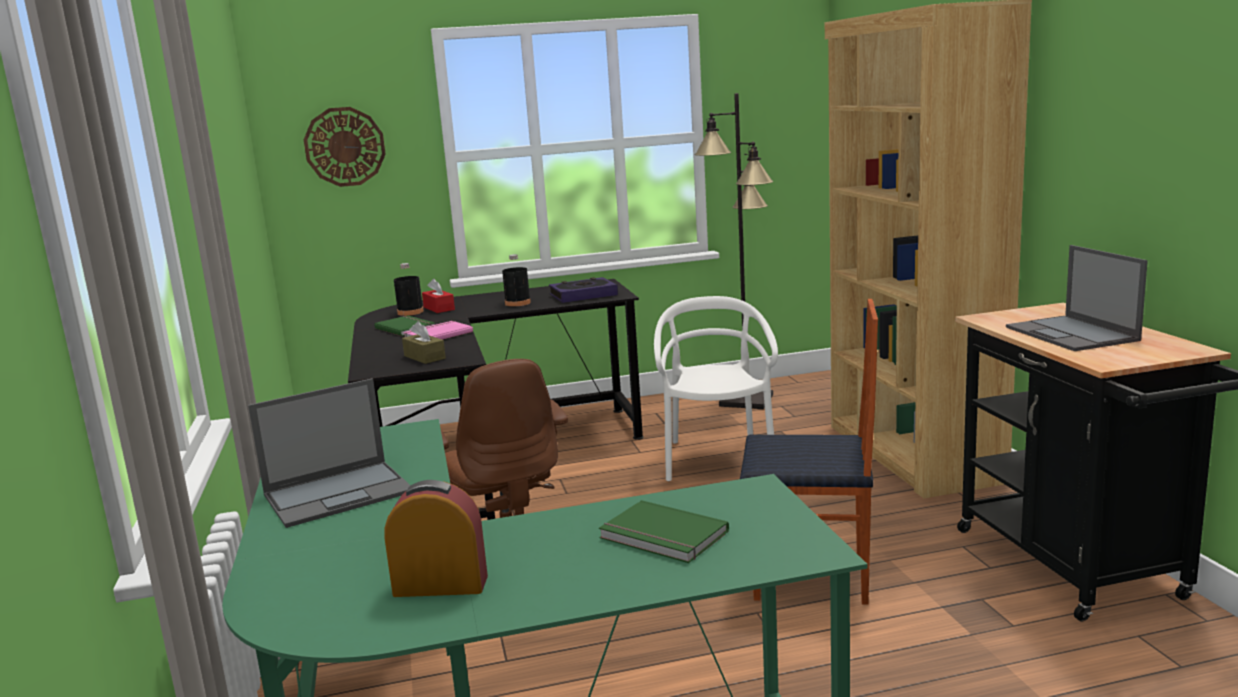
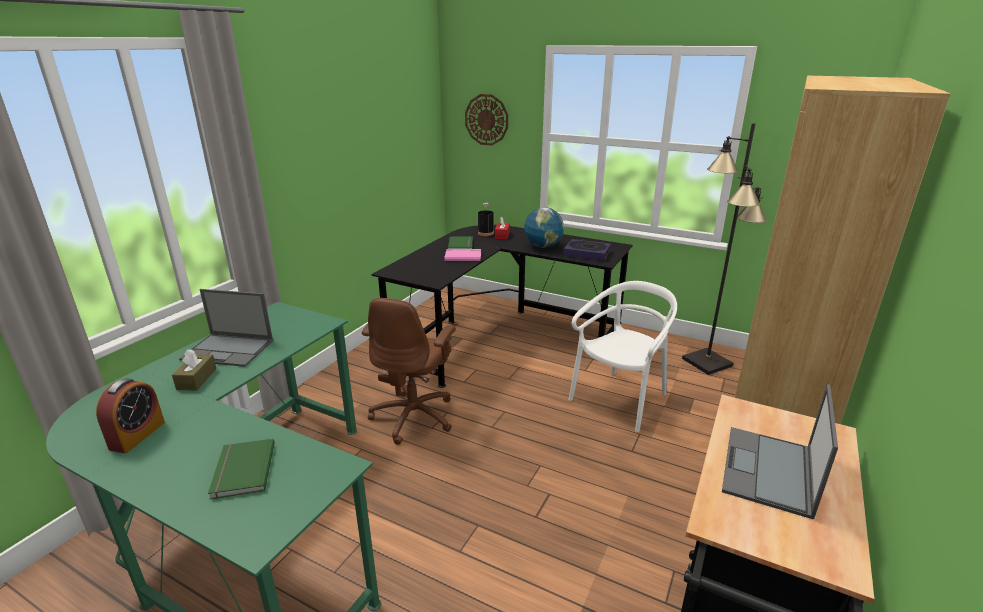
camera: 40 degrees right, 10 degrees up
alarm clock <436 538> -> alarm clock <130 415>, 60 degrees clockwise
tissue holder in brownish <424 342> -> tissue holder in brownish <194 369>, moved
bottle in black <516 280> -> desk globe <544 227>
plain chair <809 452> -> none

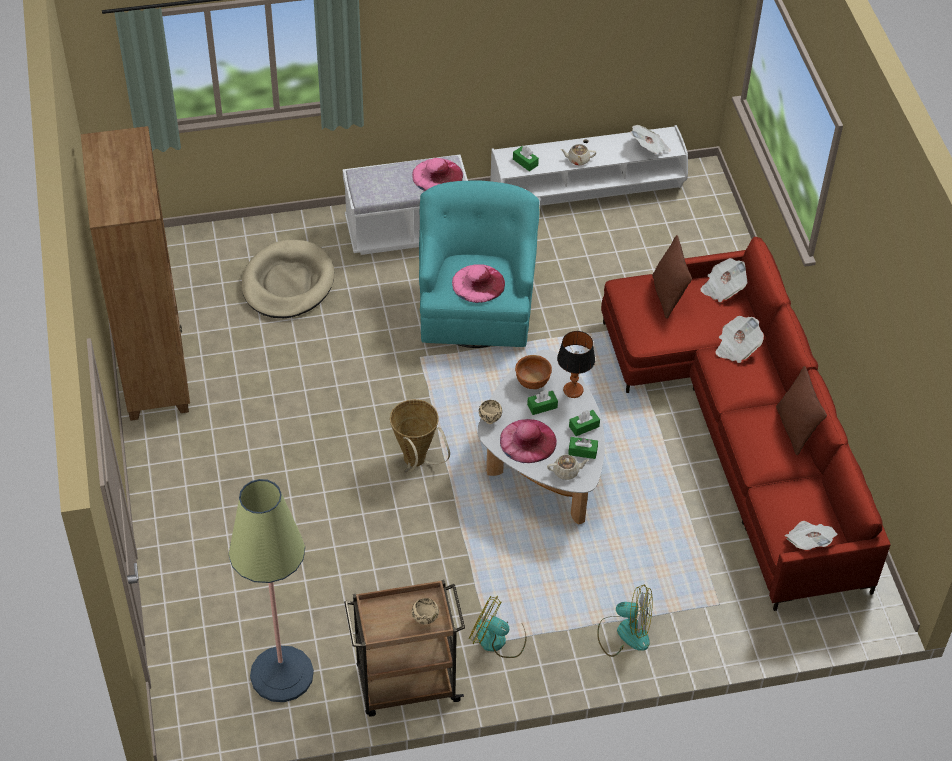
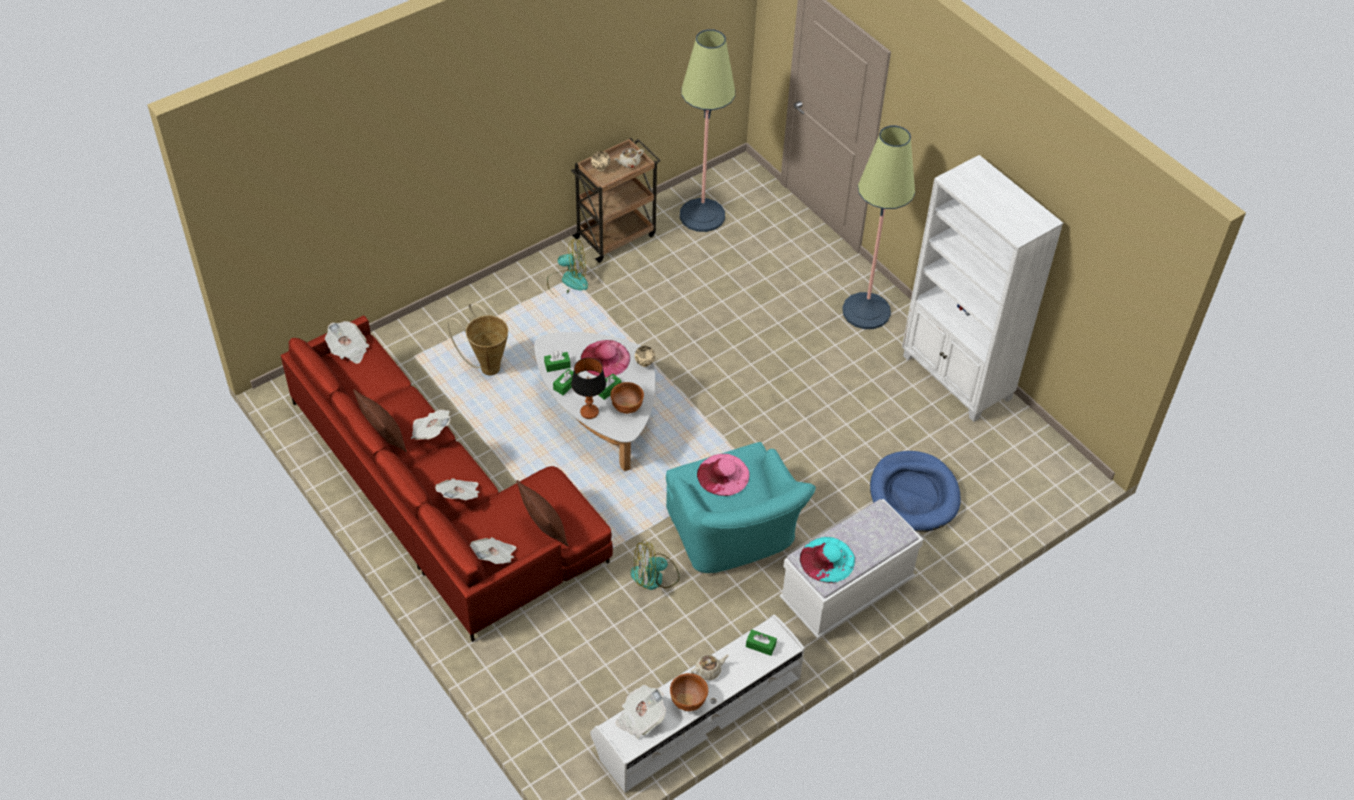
camera: 155 degrees right, 0 degrees up
bookcase in brownish <135 273> -> bookcase in white-coloured <982 288>
dog bed in beige <288 278> -> dog bed in blue-coloured <915 491>
basket <420 436> -> basket <478 339>, moved
wearable hat in pink <437 174> -> wearable hat in blue-green <827 560>
teapot in beige <568 467> -> teapot in beige <629 158>, moved
cooling fan <625 621> -> cooling fan <655 565>, moved
none -> daily paper <430 424>
none -> deep dish in brownish <689 692>
none -> standard lamp <878 227>

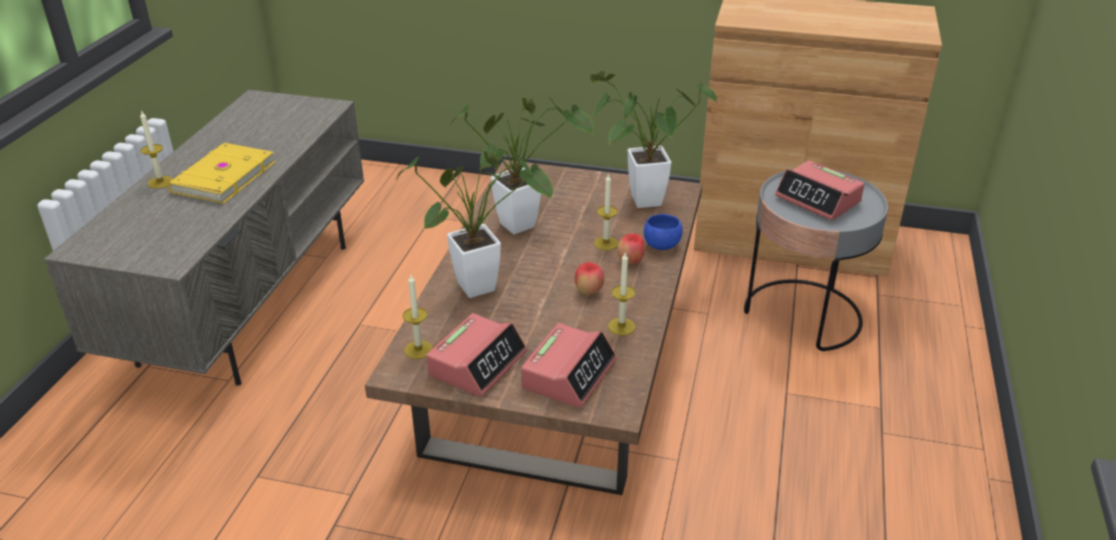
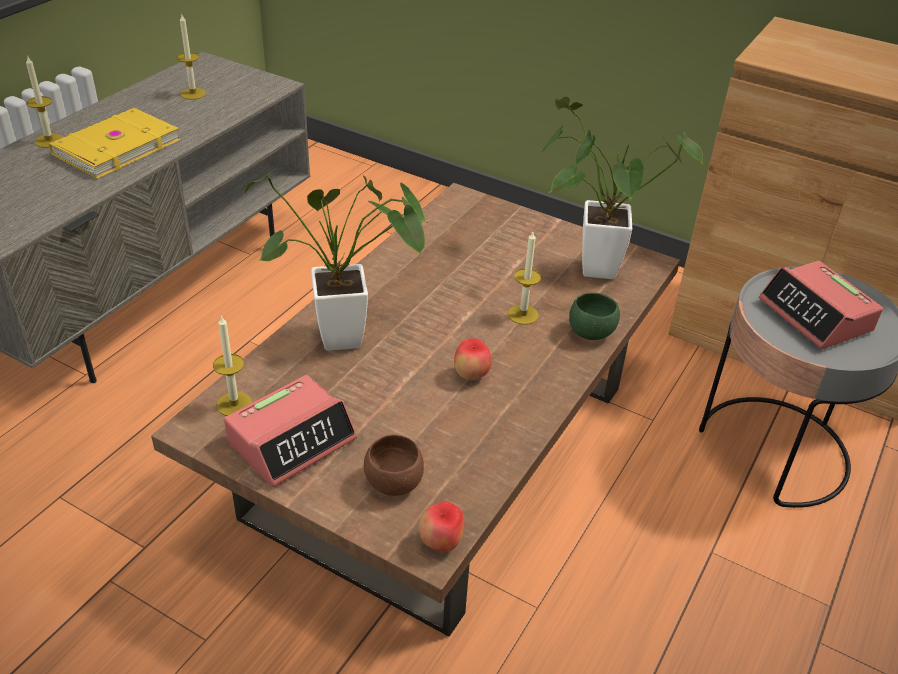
camera: 15 degrees right, 5 degrees up
houseplant <521 165> -> none
alarm clock <569 365> -> deep dish in brownish <394 465>
wax candle <622 294> -> wax candle <191 57>, moved
whole apple <631 248> -> whole apple <441 527>, moved
deep dish in blue-coloured <663 232> -> deep dish in green <594 316>

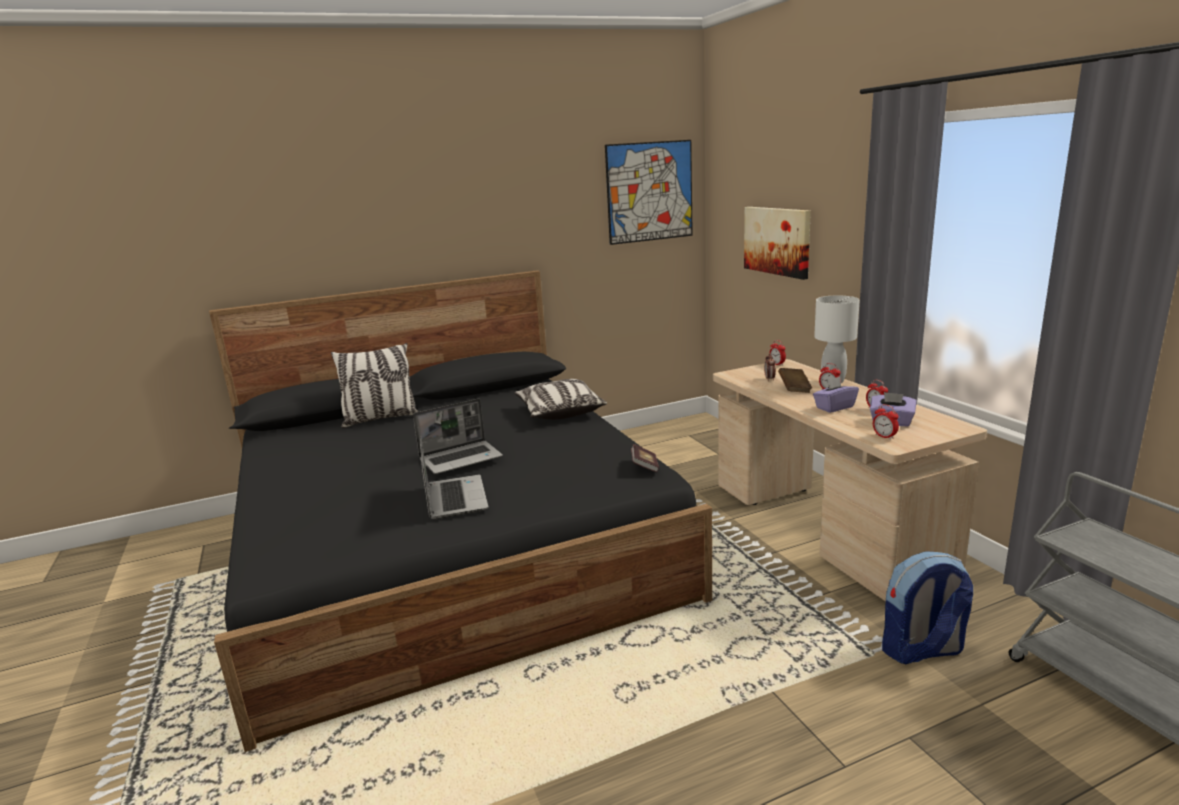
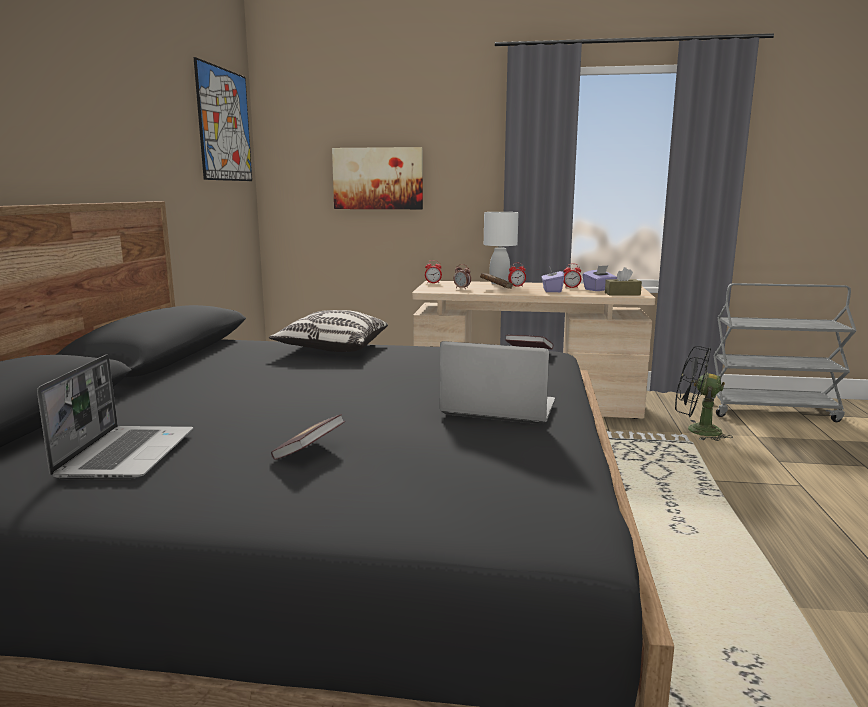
camera: 60 degrees left, 5 degrees down
pillow <375 385> -> none
laptop <458 436> -> laptop <115 416>, moved
alarm clock <886 422> -> tissue holder in brownish <623 281>
rucksack <927 607> -> cooling fan in black <704 393>
none -> bound book <308 437>

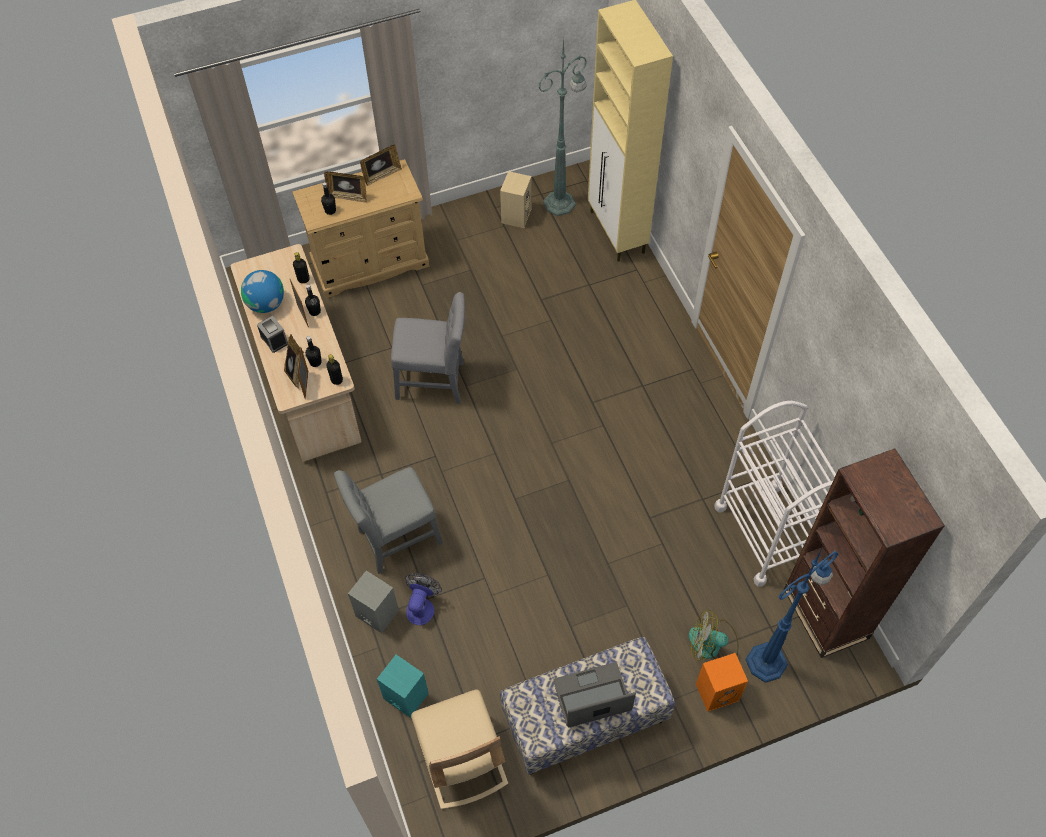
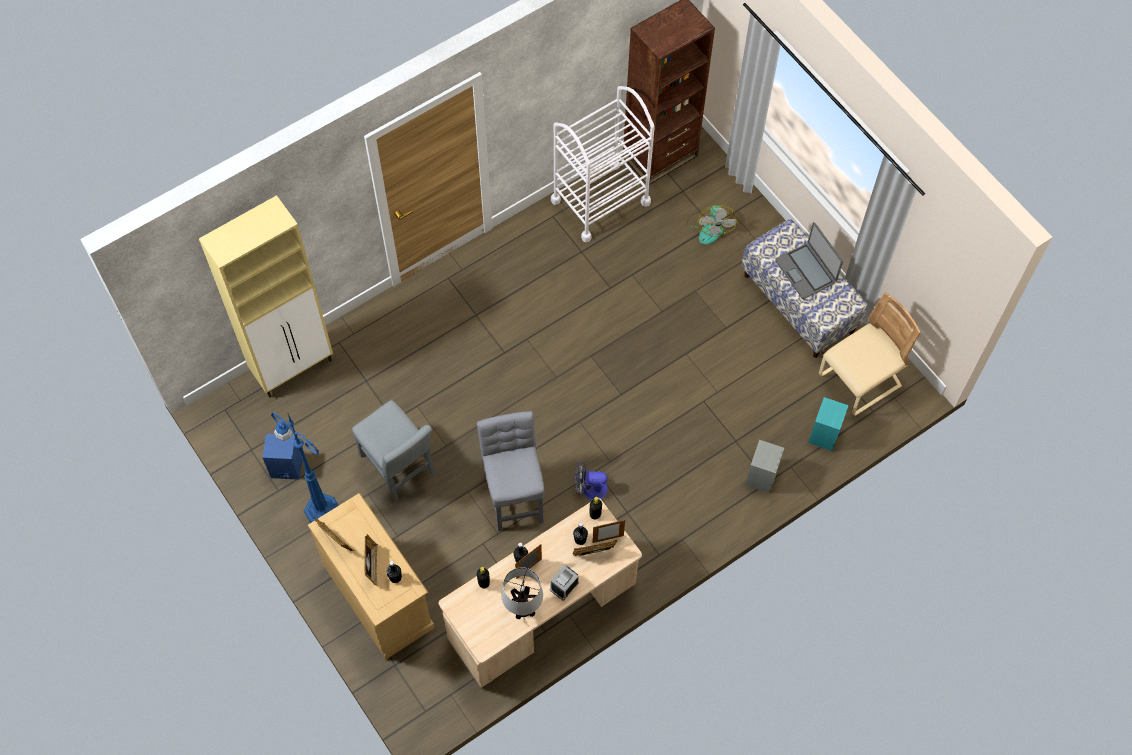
camera: 105 degrees left, 5 degrees up
desk globe <262 291> -> table lamp <522 593>
plain chair in gray <388 520> -> plain chair in gray <393 451>, moved
cooling fan <423 599> -> cooling fan <591 480>, moved
loudspeaker in beige <516 199> -> loudspeaker in blue-coloured <282 457>
standard lamp in green <562 127> -> none
loudspeaker in orange <722 682> -> none
standard lamp in blue-coloured <791 617> -> standard lamp in blue-coloured <305 467>, moved

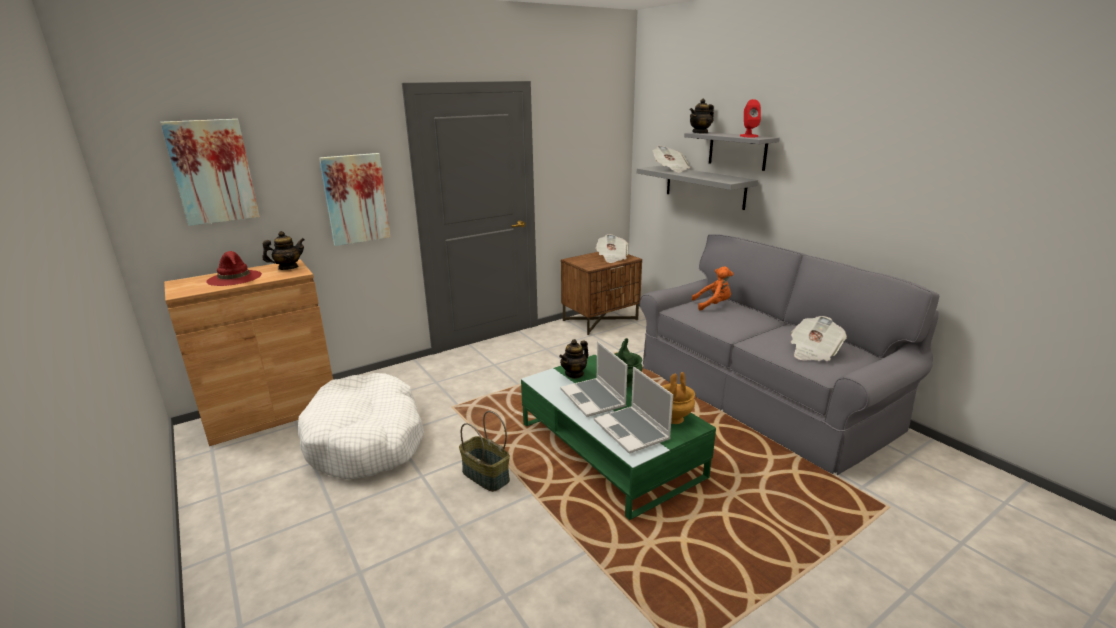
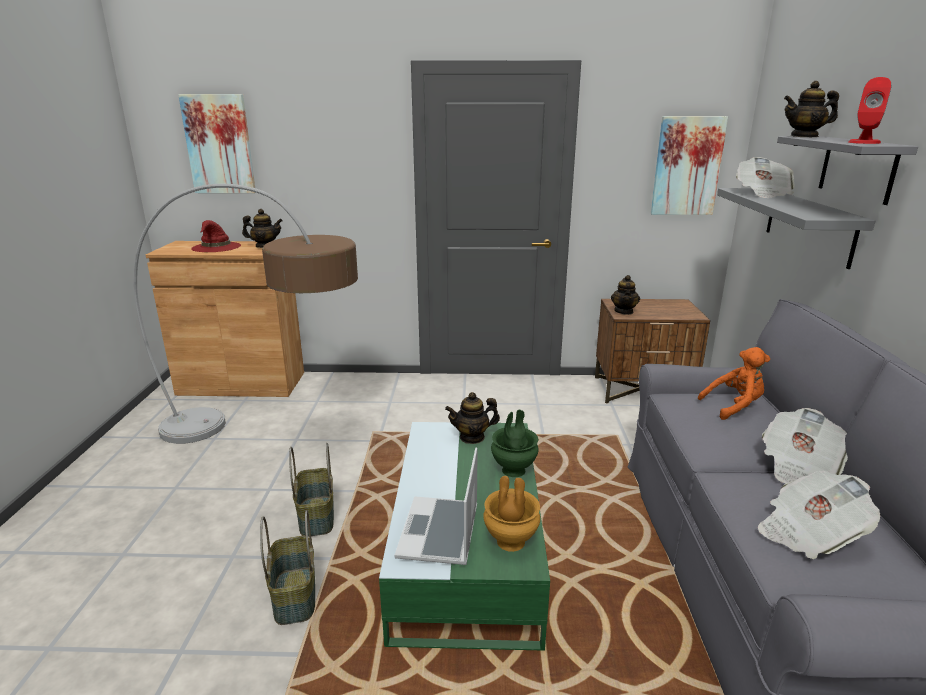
camera: 35 degrees right, 0 degrees up
dog bed in white-coloured <361 426> -> standard lamp <245 314>
picture <354 199> -> picture <689 165>, moved
laptop <593 379> -> none
daily paper <612 248> -> daily paper <805 445>, moved
cuddly toy in orange <712 288> -> cuddly toy in orange <734 383>, 45 degrees counterclockwise
none -> basket <287 567>
none -> teapot <625 295>

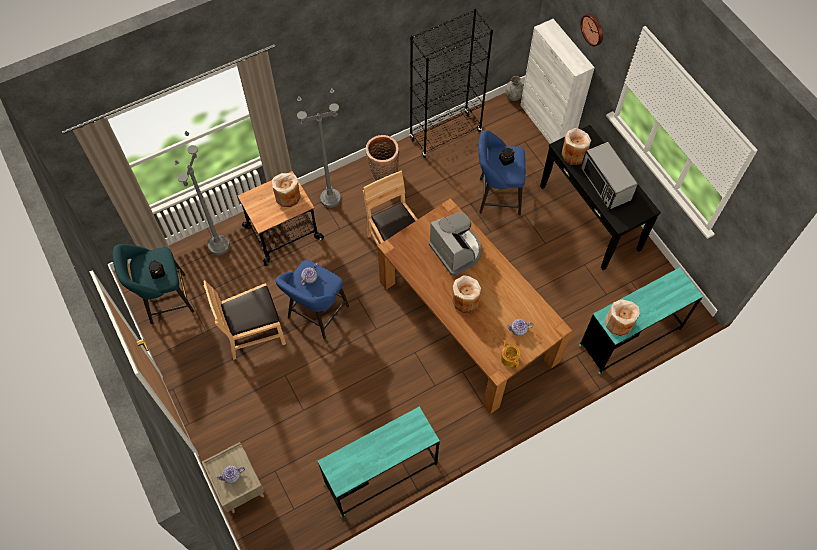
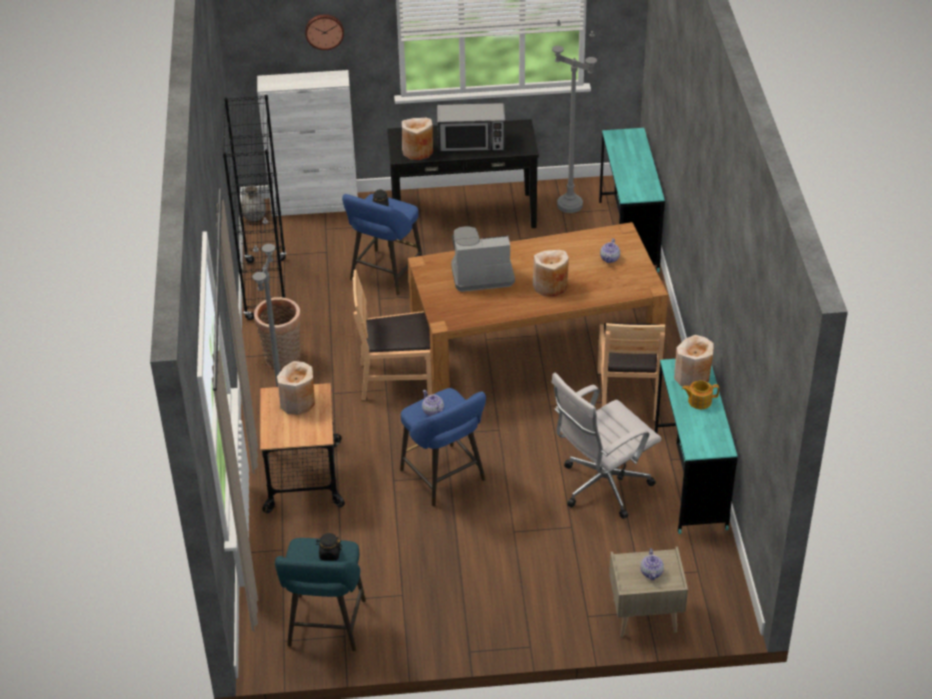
camera: 65 degrees left, 20 degrees down
standard lamp in gray <202 193> -> standard lamp in gray <574 116>, moved
plain chair in brownish <244 320> -> plain chair in brownish <631 372>, moved
teapot <510 354> -> teapot <700 394>, moved
flower vase in beige <622 317> -> flower vase in beige <694 361>, moved
none -> computer chair in white-coloured <606 445>

